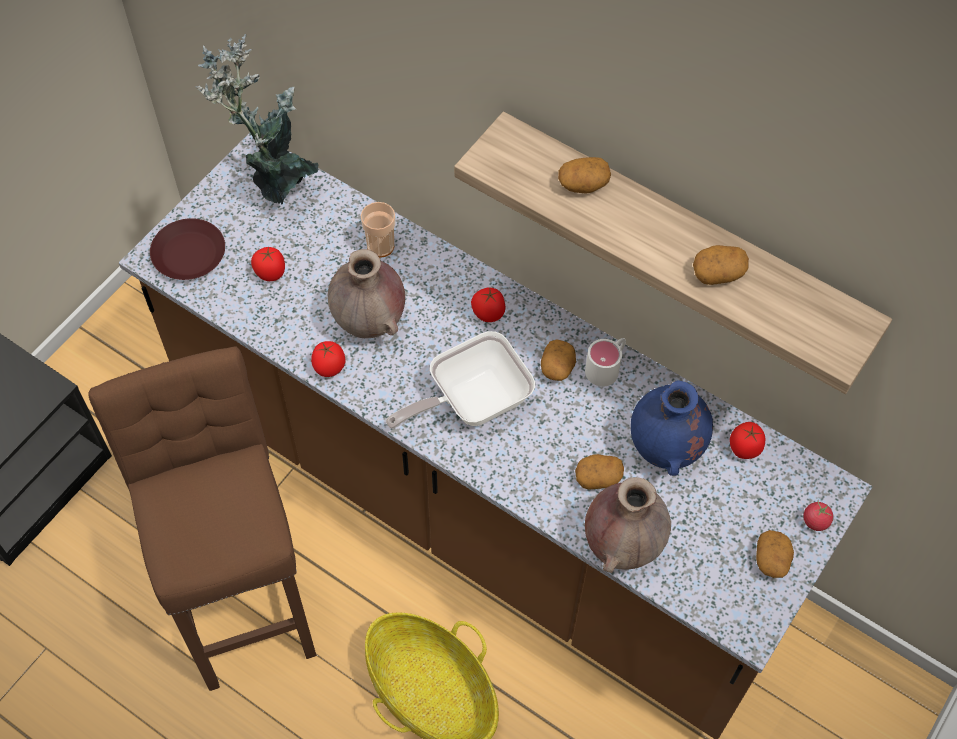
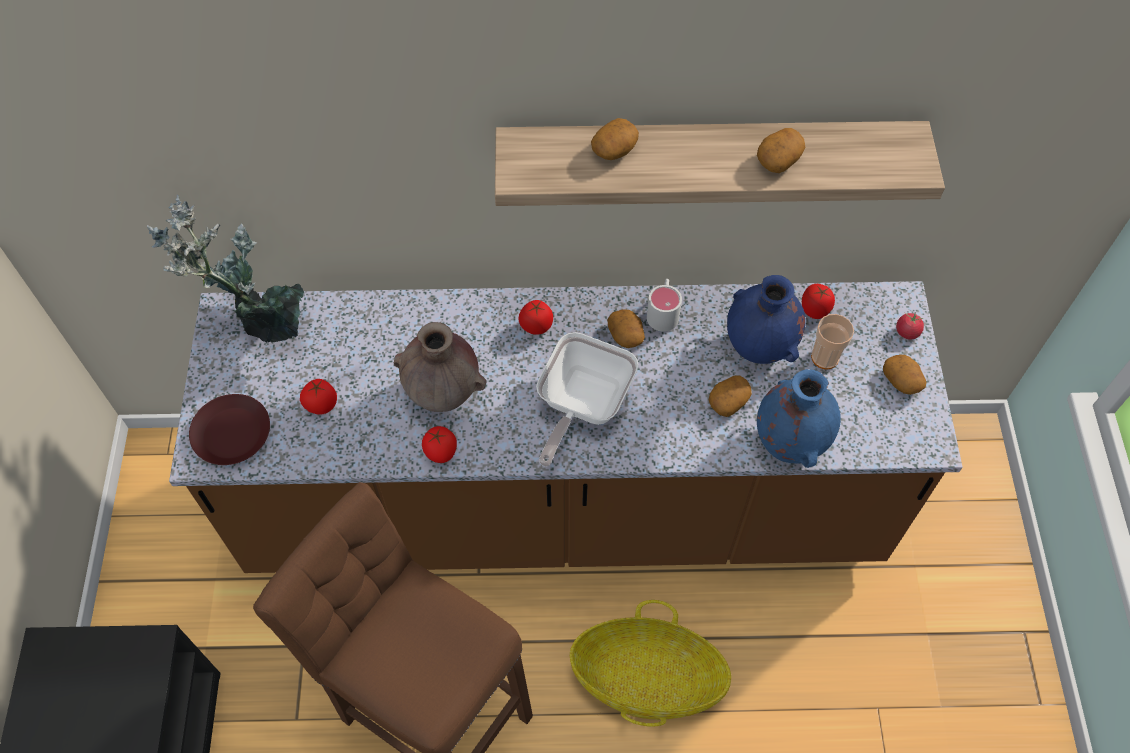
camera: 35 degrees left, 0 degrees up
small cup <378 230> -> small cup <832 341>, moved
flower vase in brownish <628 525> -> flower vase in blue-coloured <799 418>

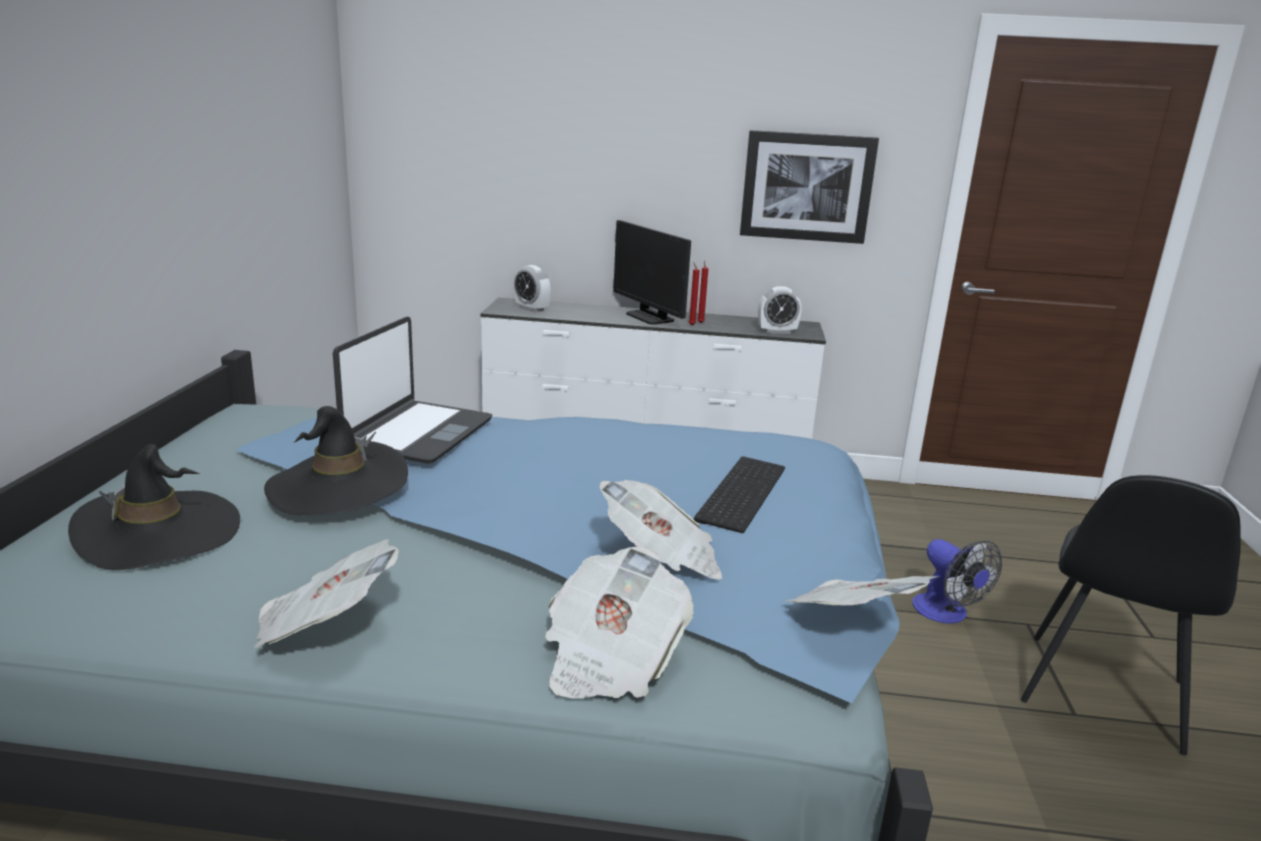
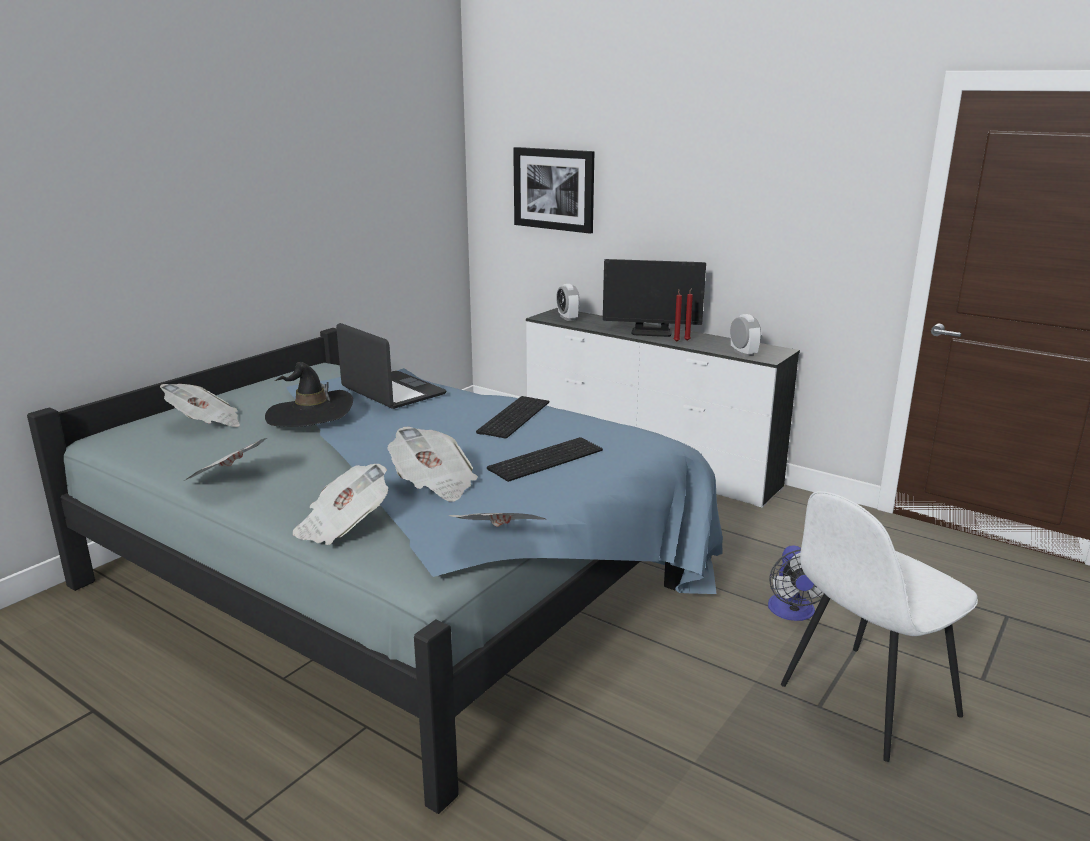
camera: 30 degrees right, 0 degrees up
wearable hat in black <154 507> -> daily paper <200 405>
laptop <412 390> -> laptop <391 366>, 90 degrees counterclockwise
monitor <652 272> -> monitor <654 298>, 75 degrees counterclockwise
picture <809 187> -> picture <553 190>, moved
alarm clock <780 310> -> alarm clock <745 335>, 135 degrees counterclockwise
plain chair in black <1131 615> -> plain chair in white-coloured <879 626>
none -> keyboard <512 417>

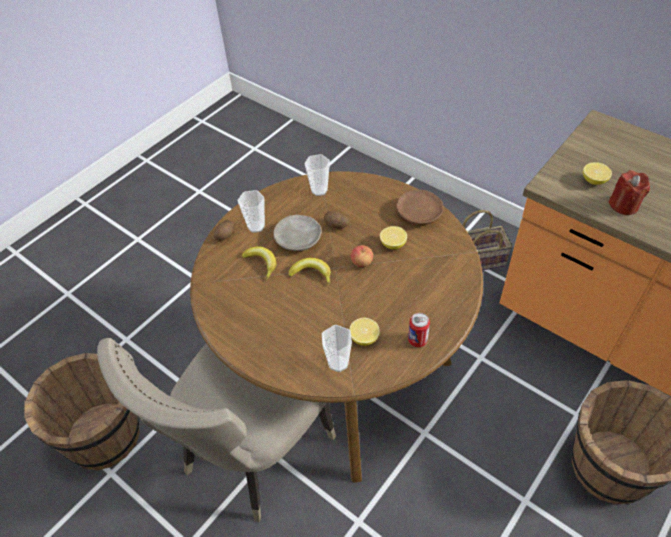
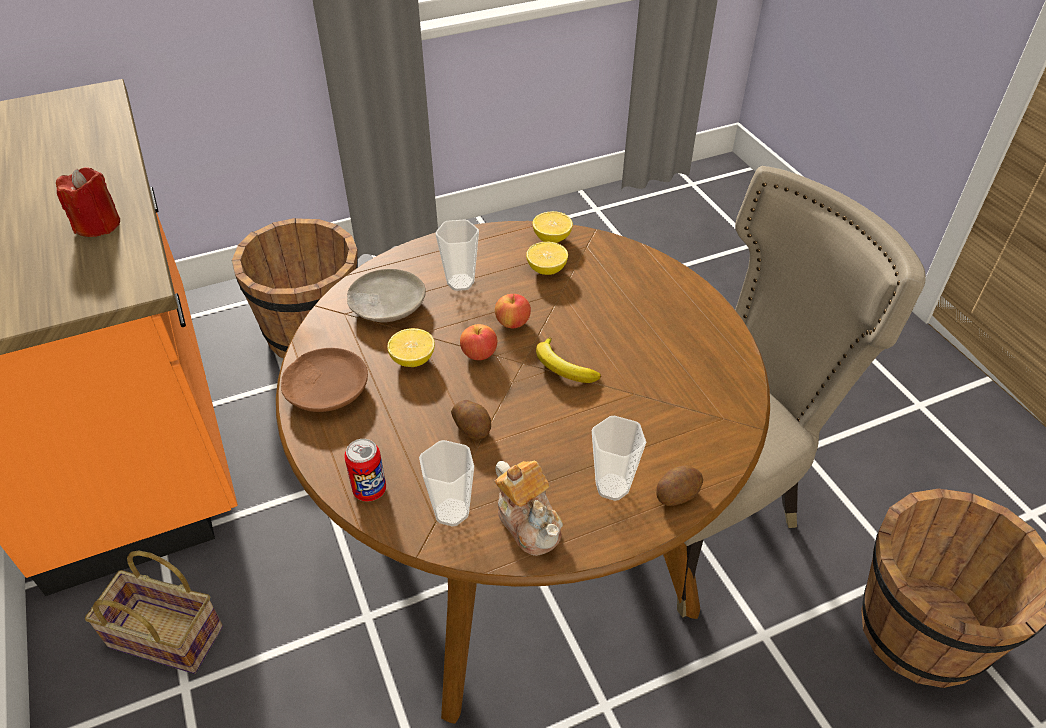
camera: 155 degrees left, 5 degrees down
banana fruit <259 263> -> none
dinner plate in beige <297 233> -> dinner plate in beige <386 296>, moved
small cup <337 348> -> small cup <457 255>, moved
metal can <419 330> -> metal can <365 470>, moved
citrus fruit <597 173> -> citrus fruit <553 227>, moved
none -> teapot <528 508>
none -> whole apple <513 311>

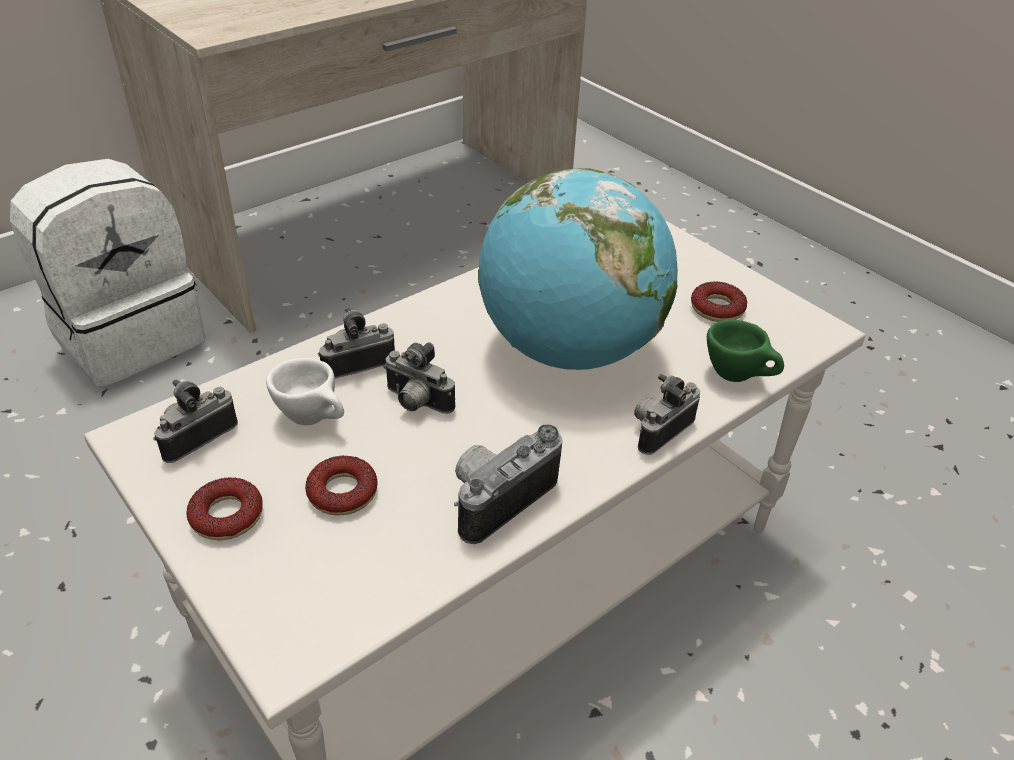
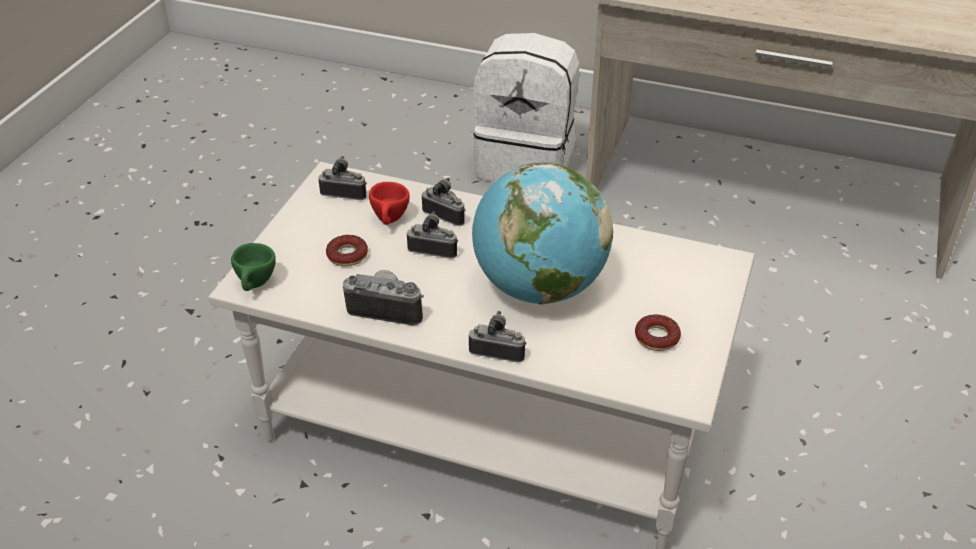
camera: 60 degrees right, 0 degrees up
doughnut <224 508> -> none
small cup in white-coloured <305 391> -> small cup in reddish <389 203>
still camera <419 378> -> still camera <432 234>, 105 degrees clockwise
small cup in green <745 350> -> small cup in green <253 267>, moved

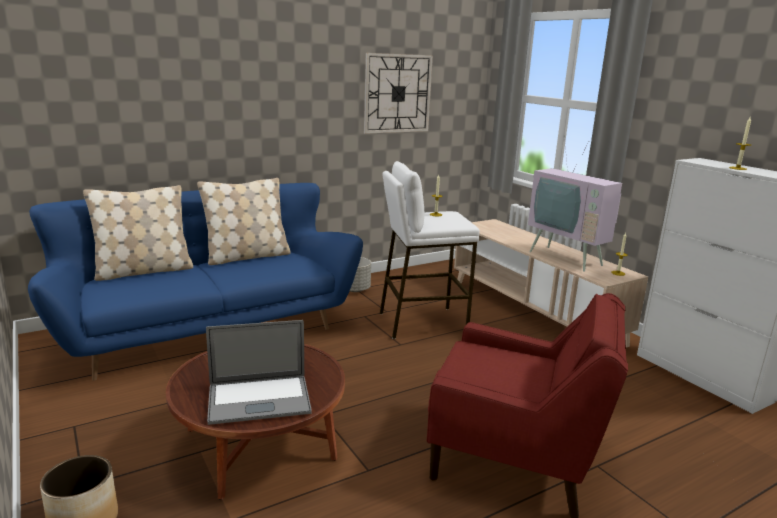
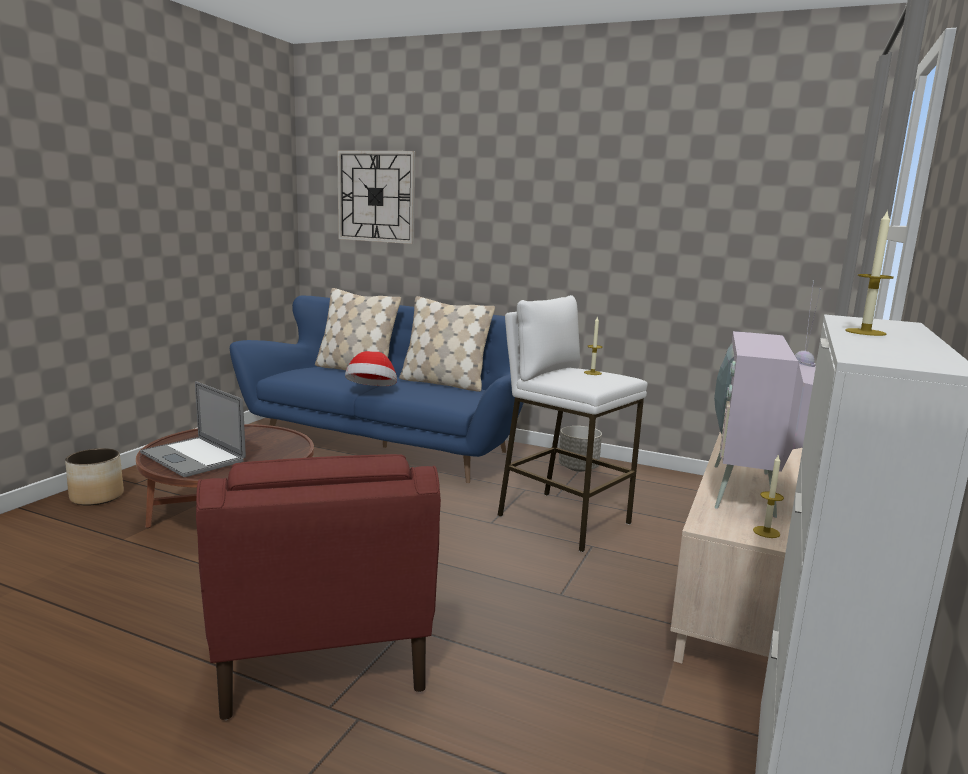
camera: 55 degrees right, 5 degrees down
hanging clock <398 93> -> hanging clock <376 197>, moved
none -> wearable hat <371 368>

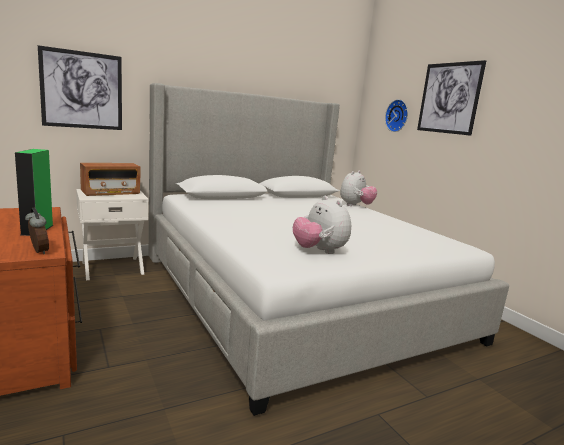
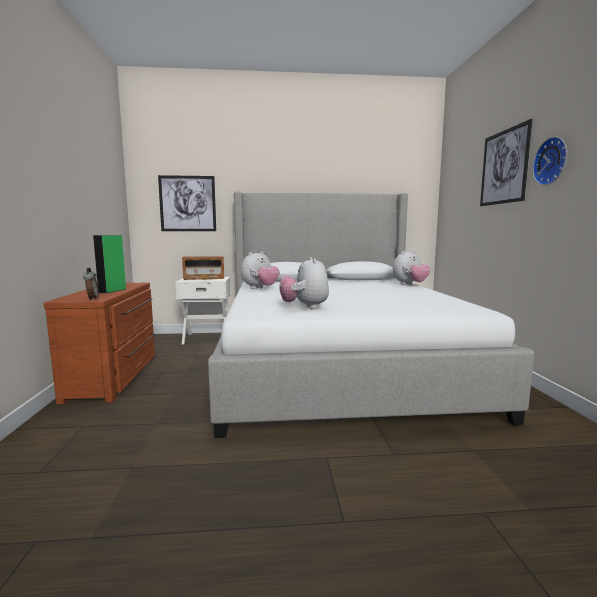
camera: 25 degrees right, 5 degrees down
hanging clock <396 116> -> hanging clock <549 161>, moved
none -> cuddly toy <260 270>

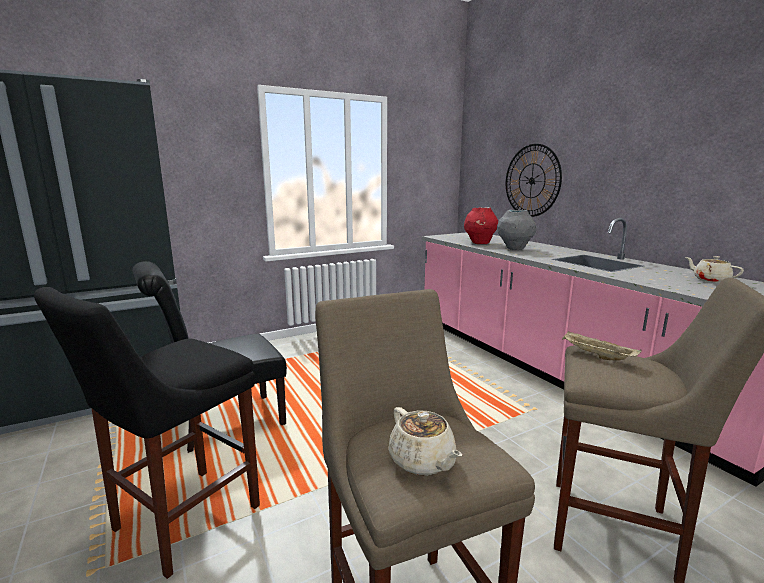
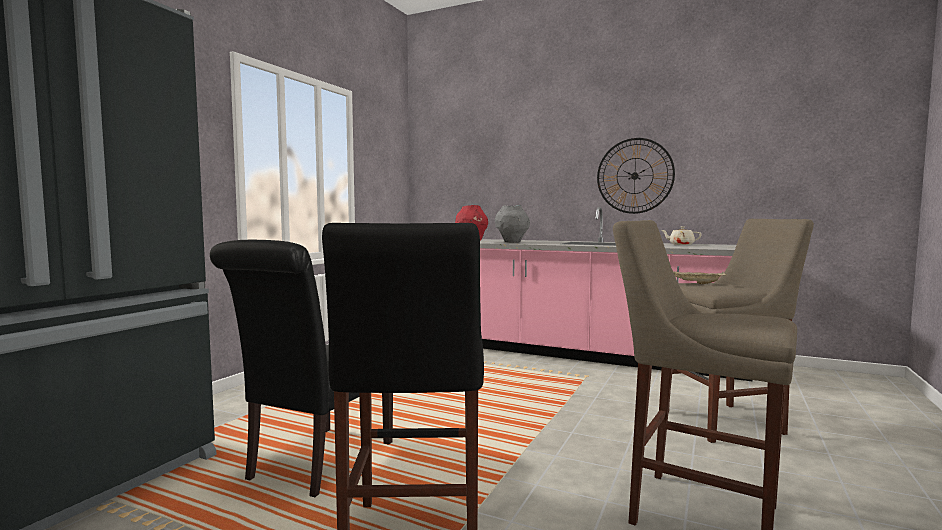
camera: 35 degrees left, 10 degrees down
teapot in beige <425 441> -> none
hanging clock <534 180> -> hanging clock <636 176>, moved

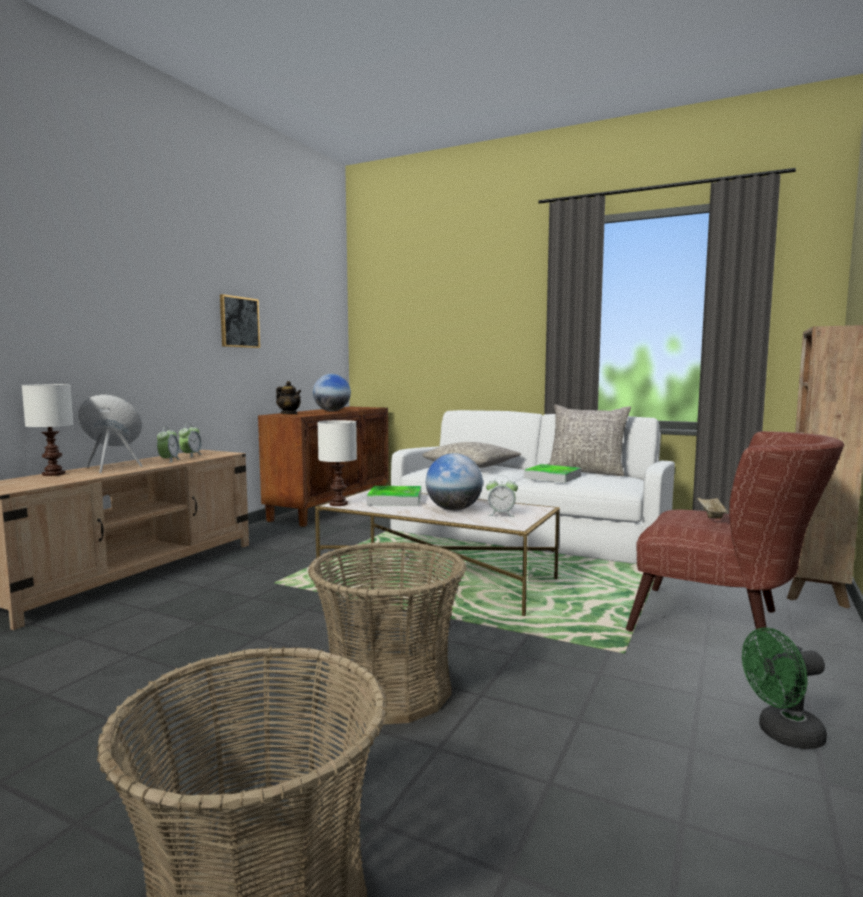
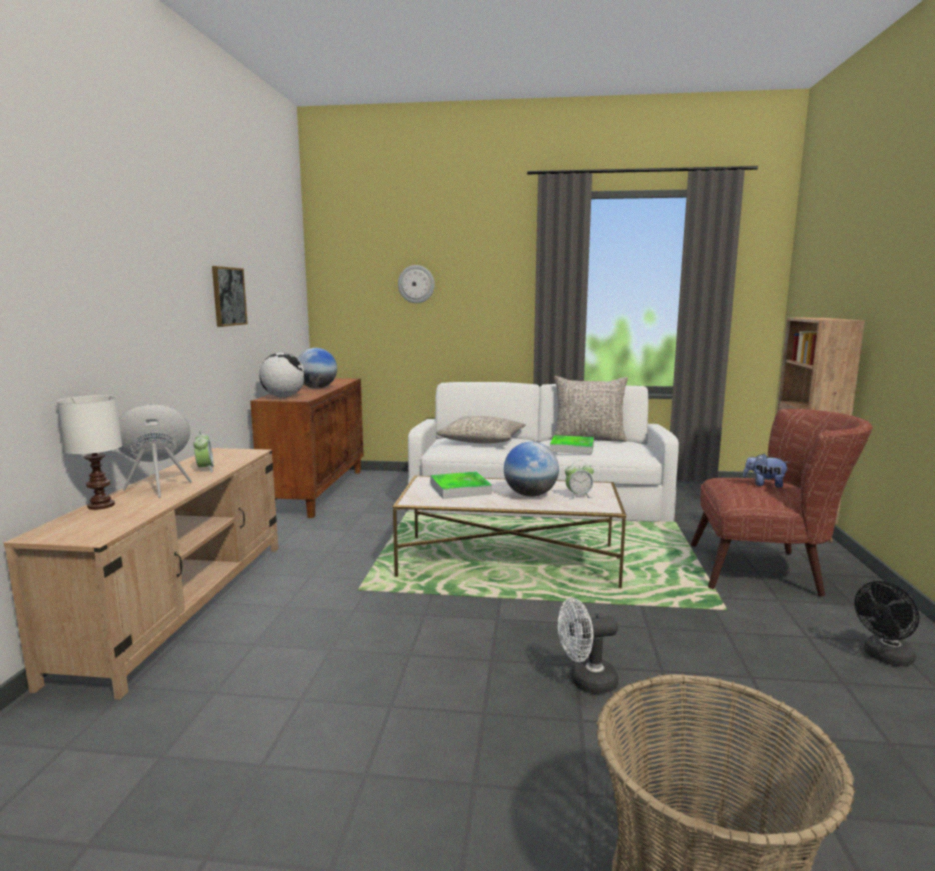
camera: 20 degrees left, 5 degrees up
alarm clock <190 440> -> none
teapot <288 397> -> desk globe <282 375>
basket <387 633> -> cooling fan in white-coloured <588 646>
table lamp in white-coloured <337 463> -> none
tray in beige <712 508> -> cuddly toy <766 471>
cooling fan in green <784 688> -> cooling fan in black <887 623>
none -> hanging clock <416 284>

